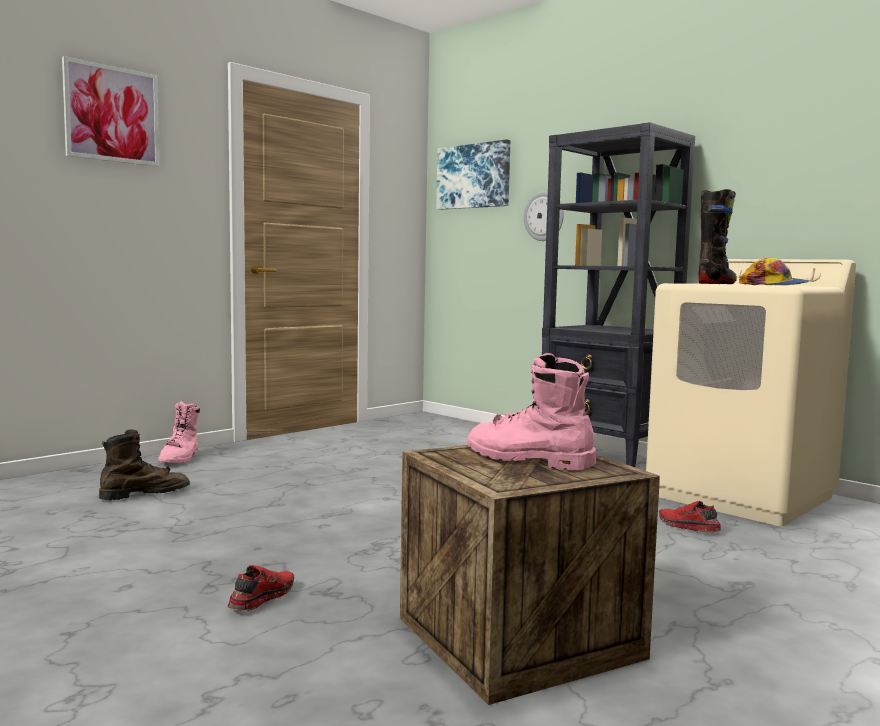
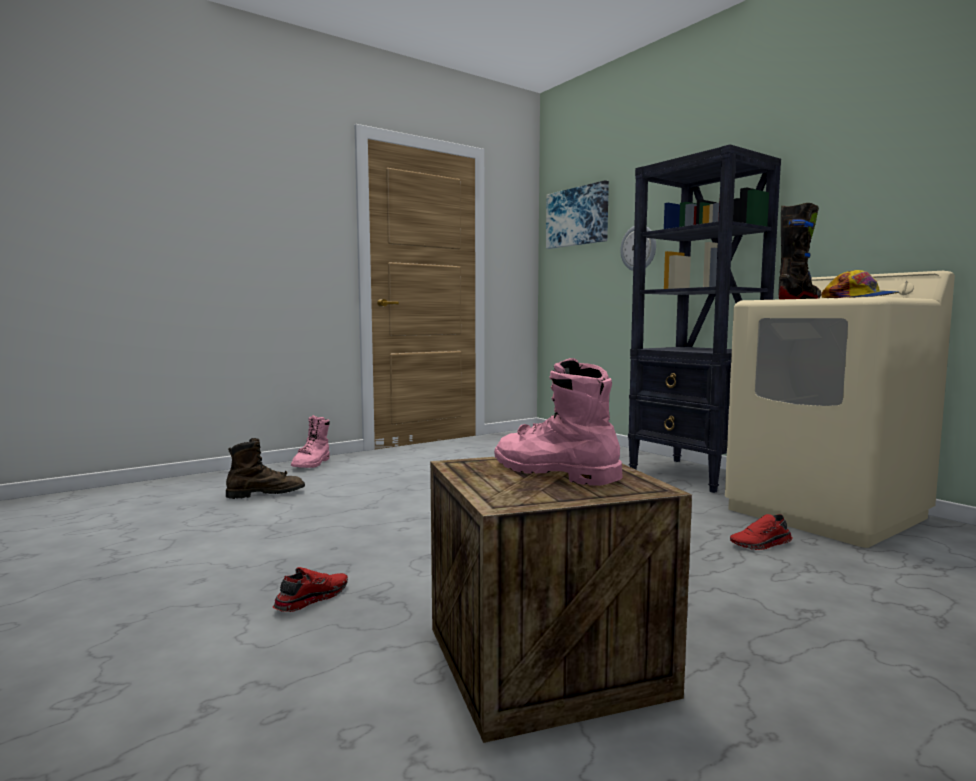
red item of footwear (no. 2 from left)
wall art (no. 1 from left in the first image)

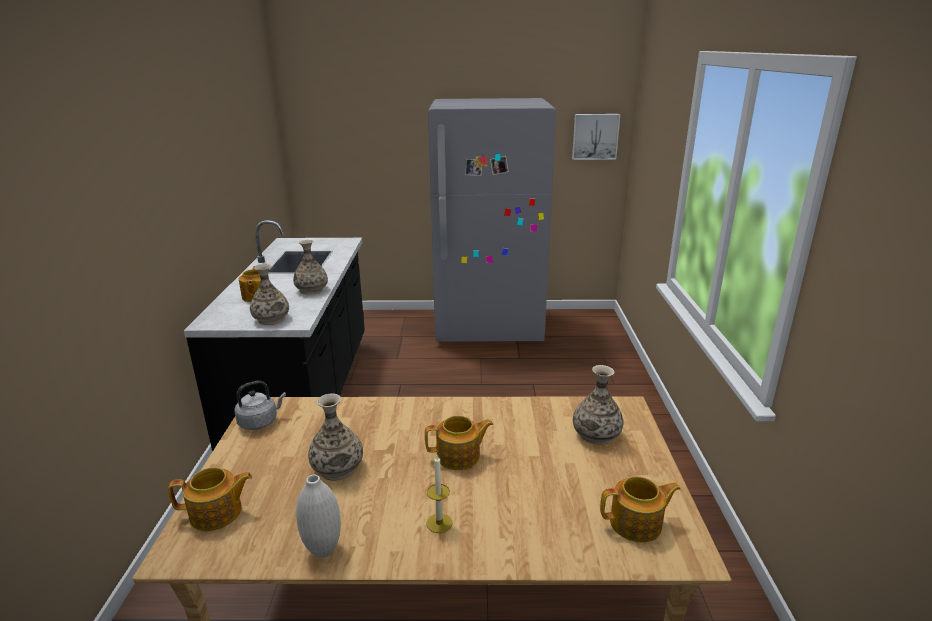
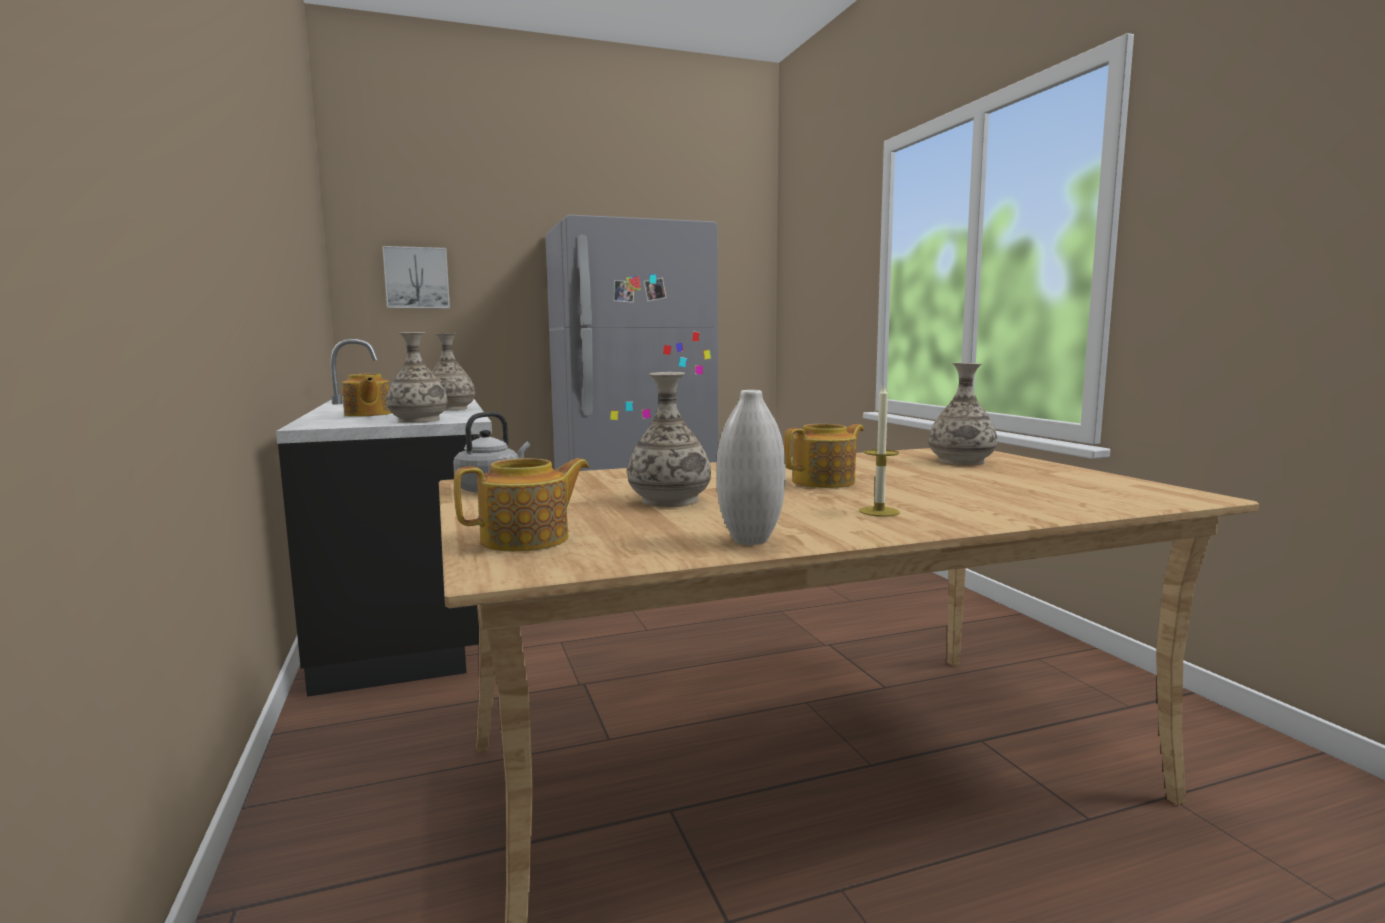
wall art
pot for tea (no. 4 from left in the first image)

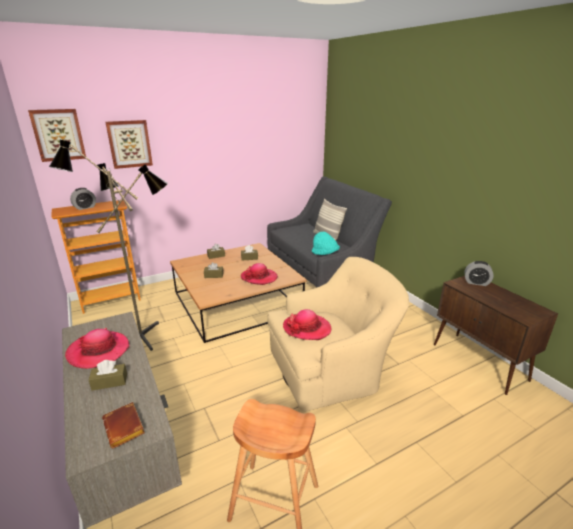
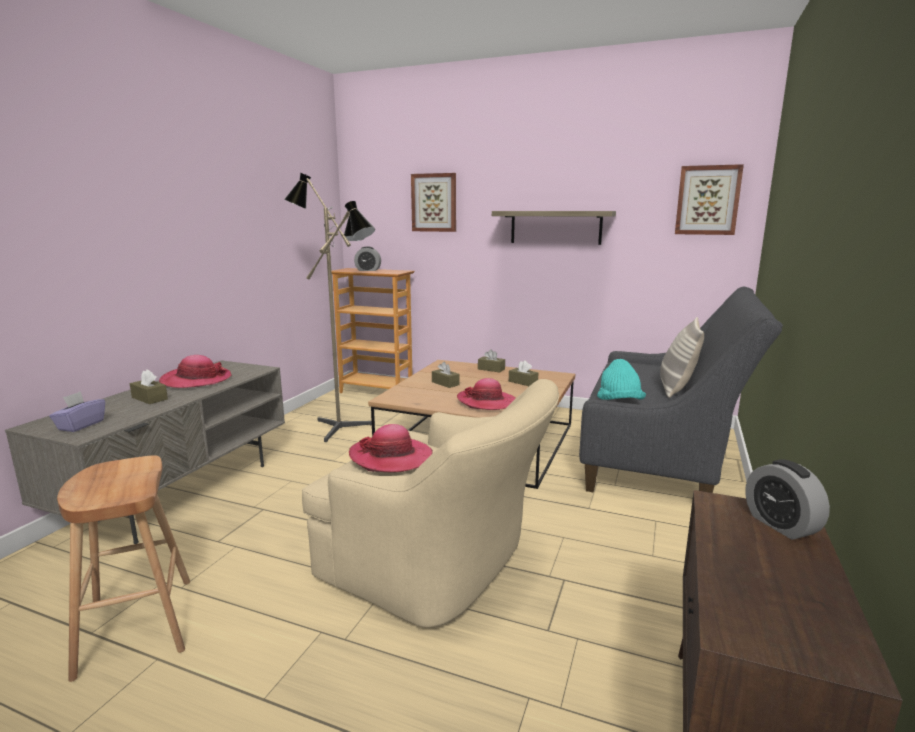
purple-coloured tissue holder
wall shelf
wall art (no. 2 from left)

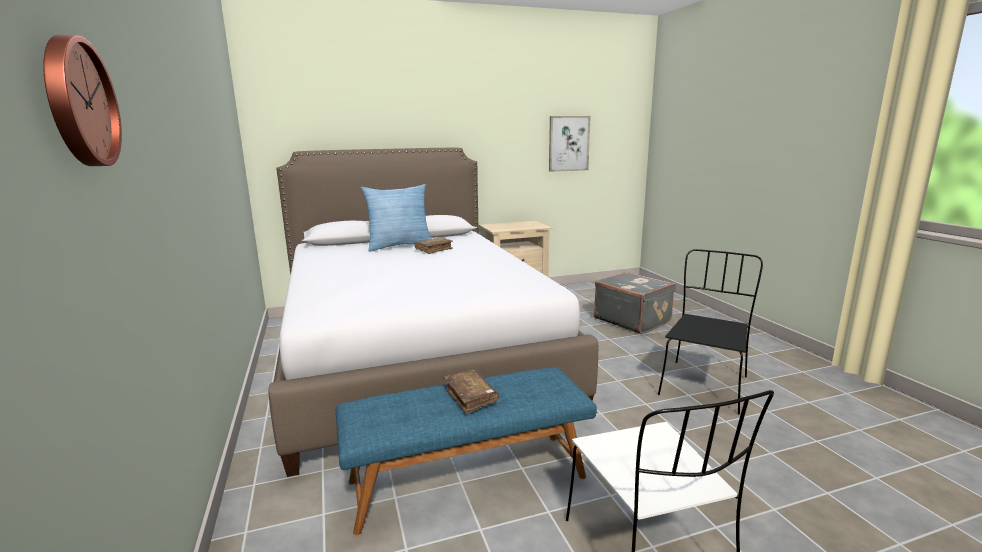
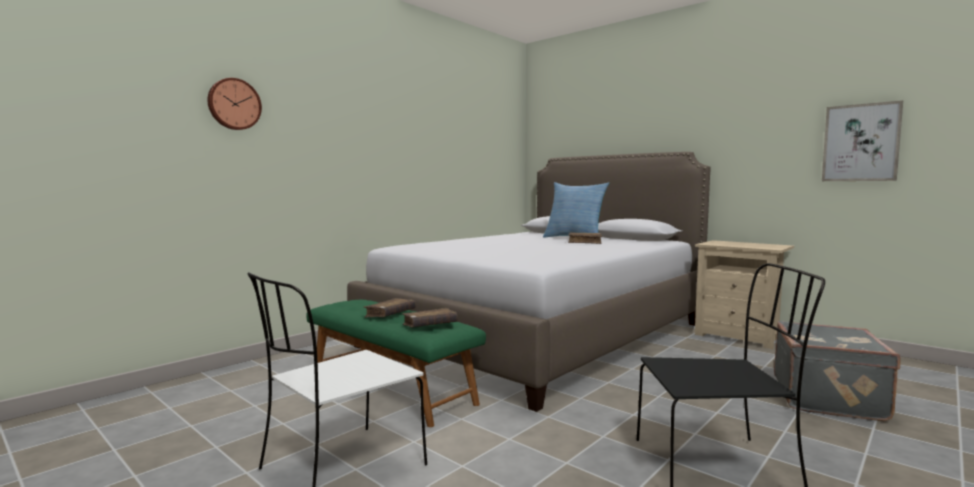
green-coloured long seat
brownish book (no. 2 from left)

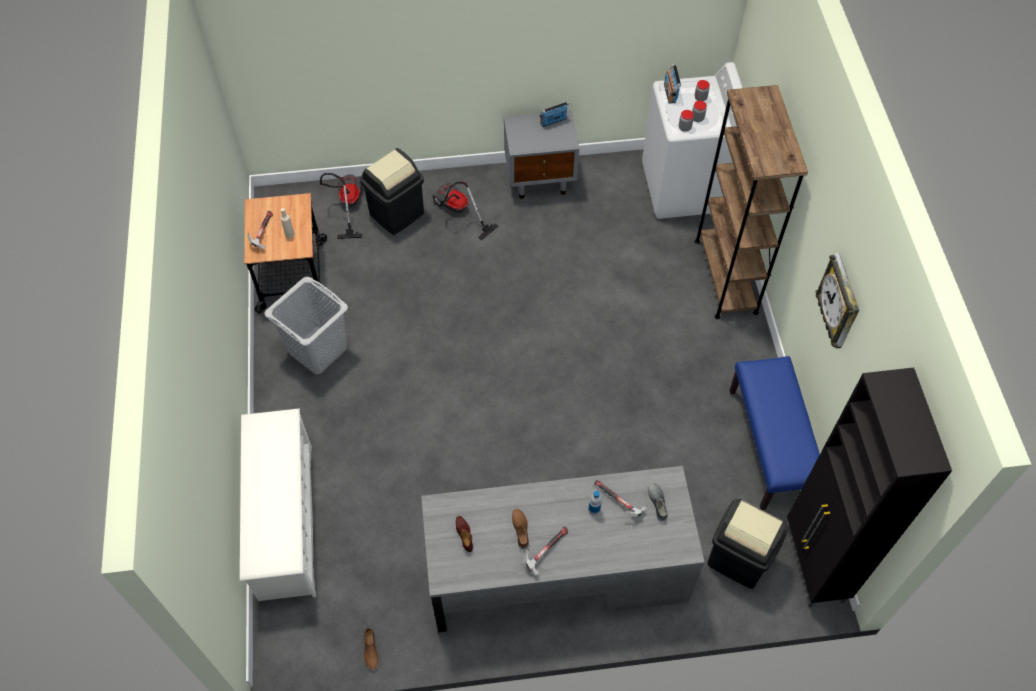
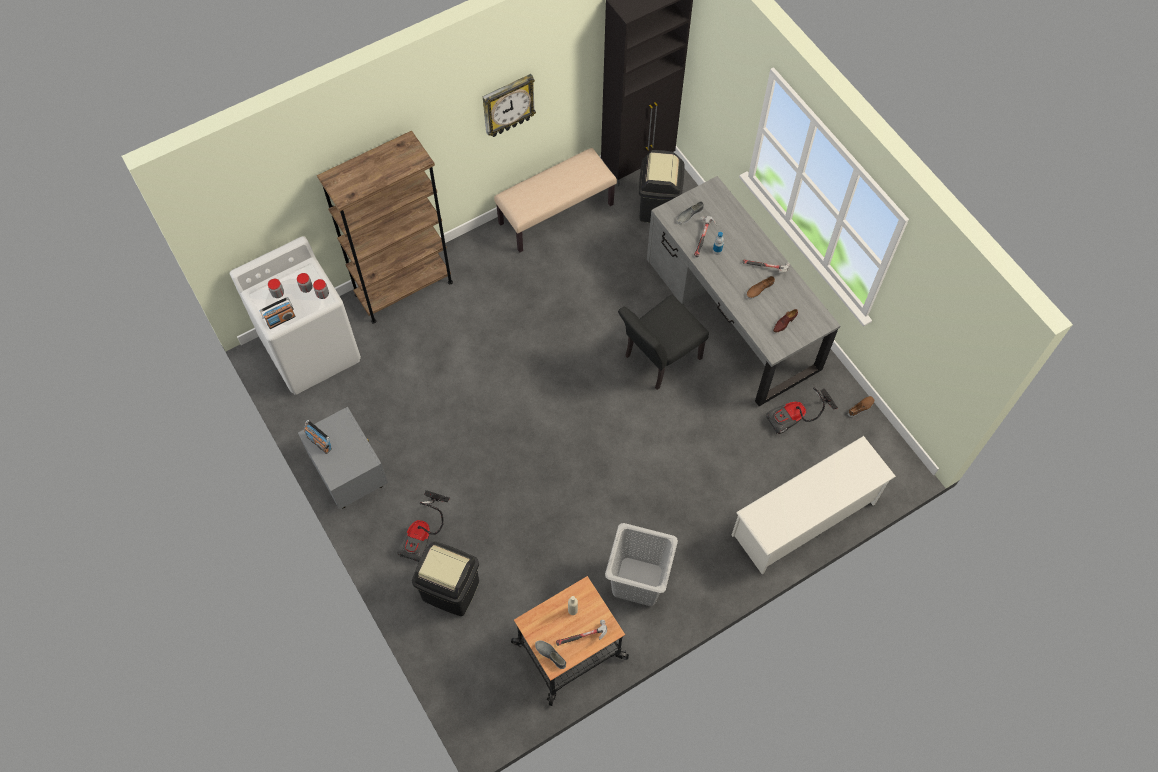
beige-coloured long seat
greyish item of footwear (no. 1 from left)
black upright chair
vacuum cleaner (no. 2 from left)

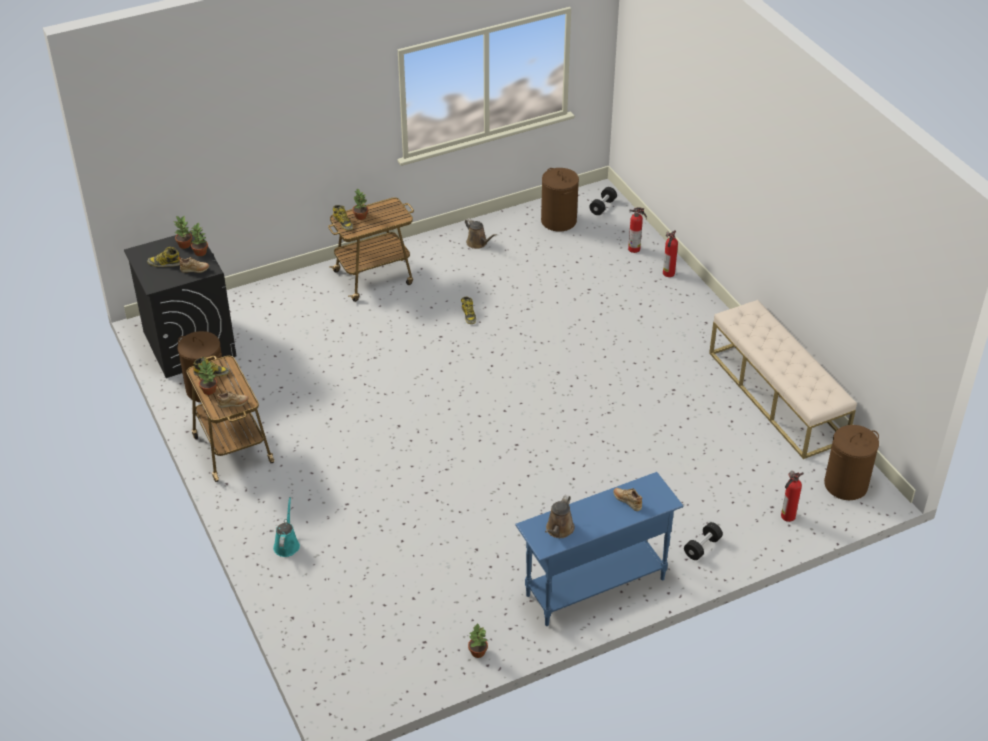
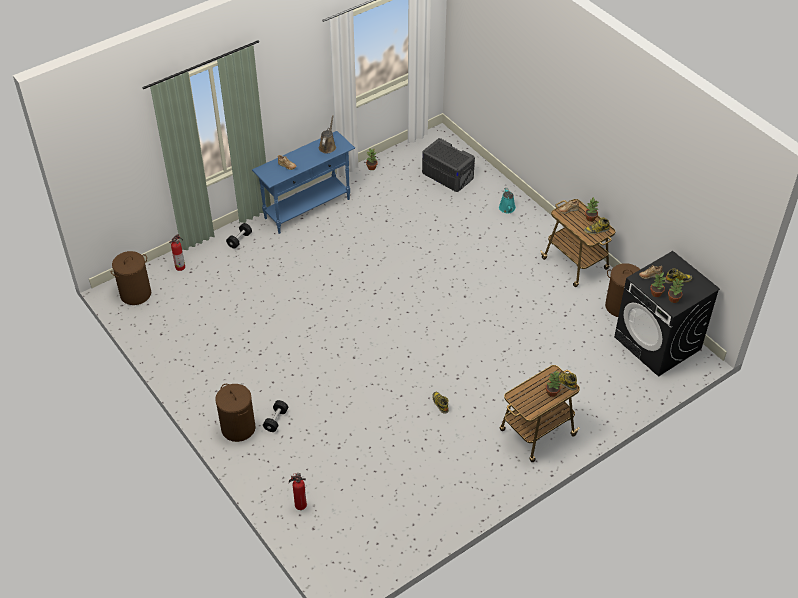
brownish hamper (no. 2 from left)
black hand weight (no. 2 from left)
greyish storage container
brownish sprinkling can (no. 1 from left in the first image)
extinguisher (no. 2 from left in the first image)
beige-coloured long seat

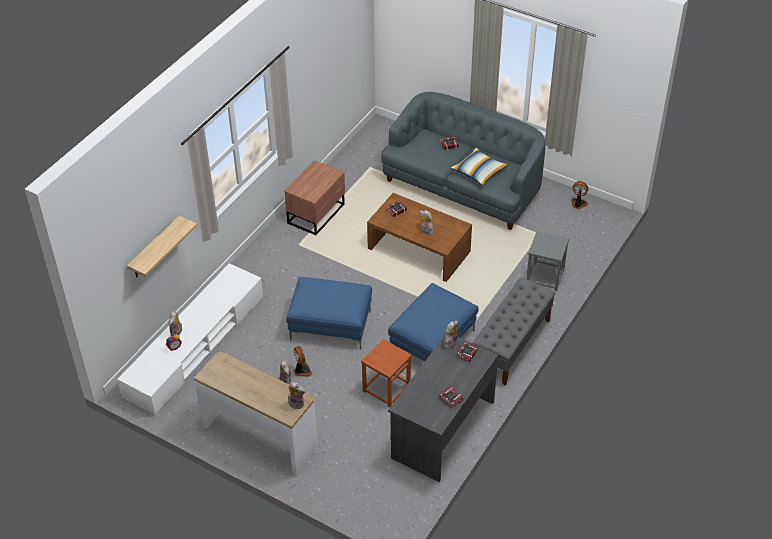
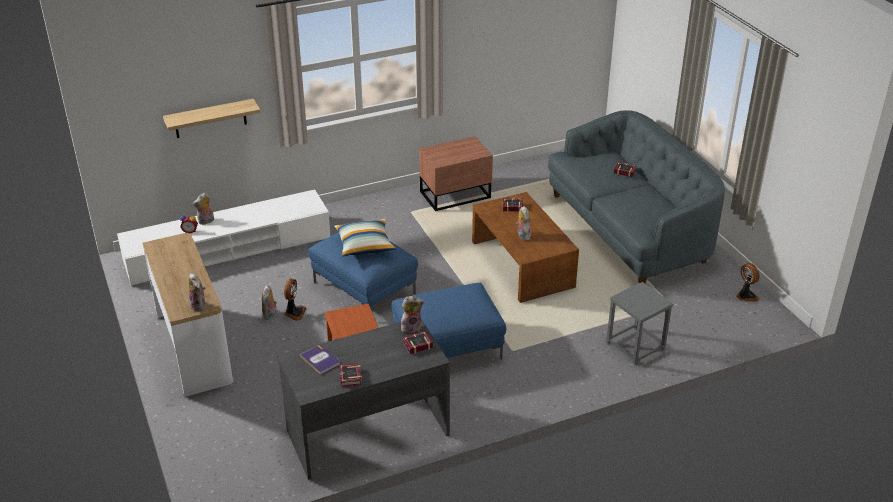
book (no. 1 from left)
throw pillow
greyish long seat

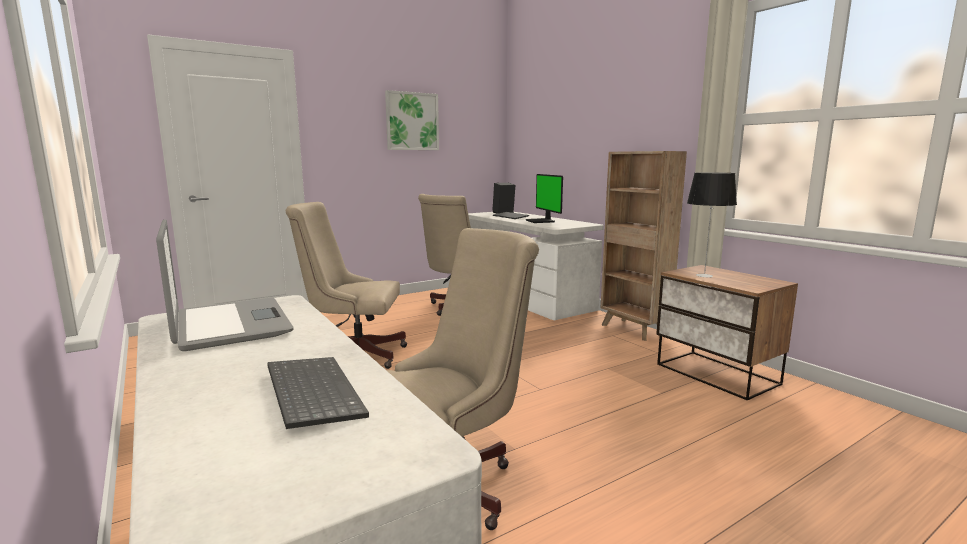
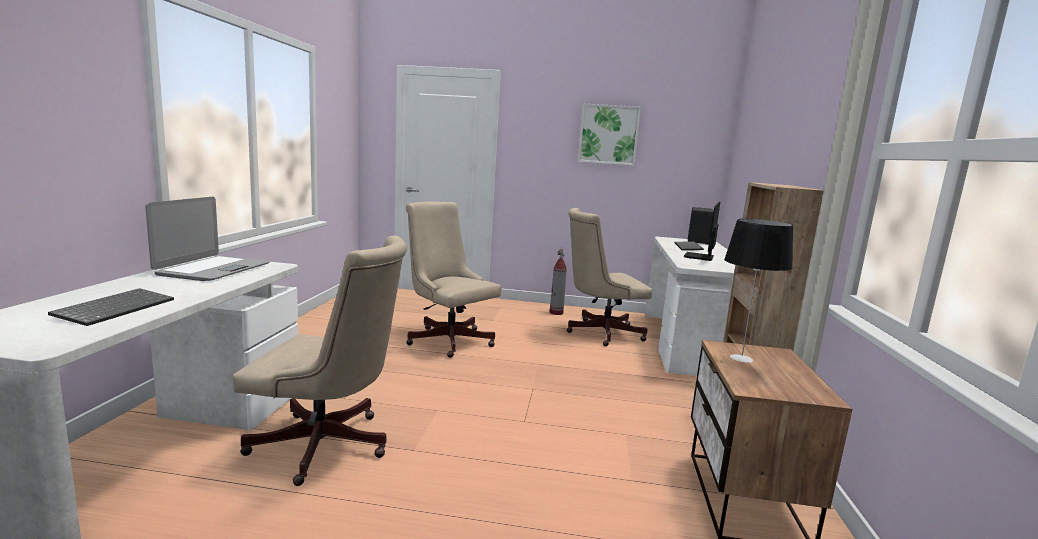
extinguisher

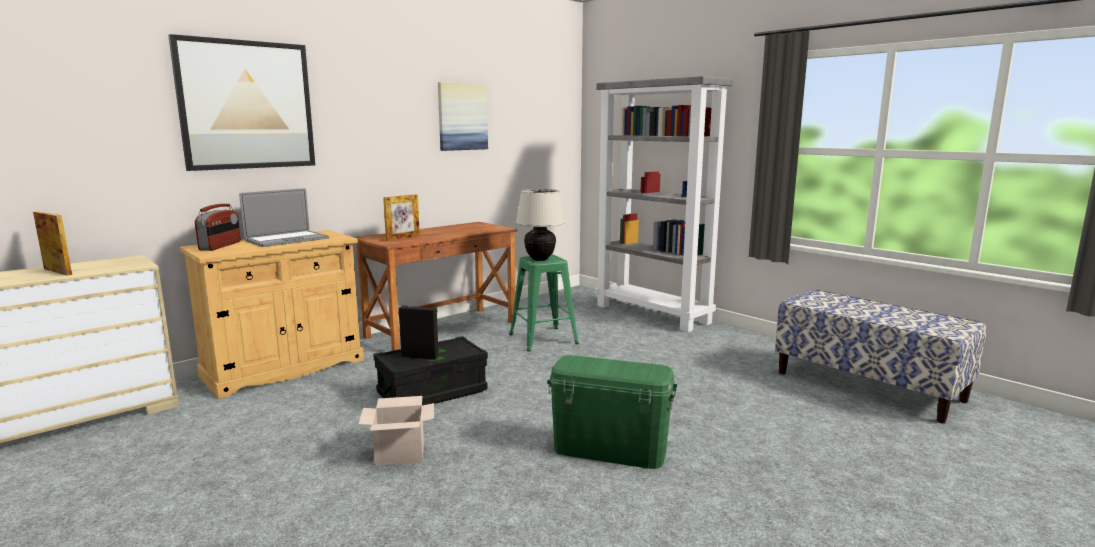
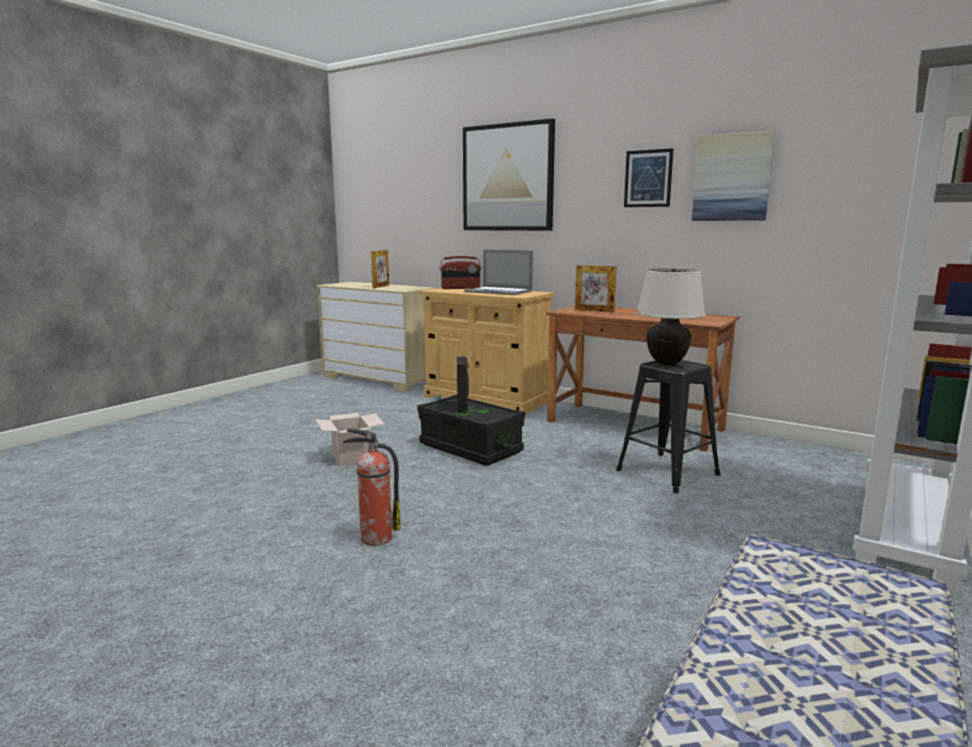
extinguisher
black sitting stool
wall art (no. 2 from left)

